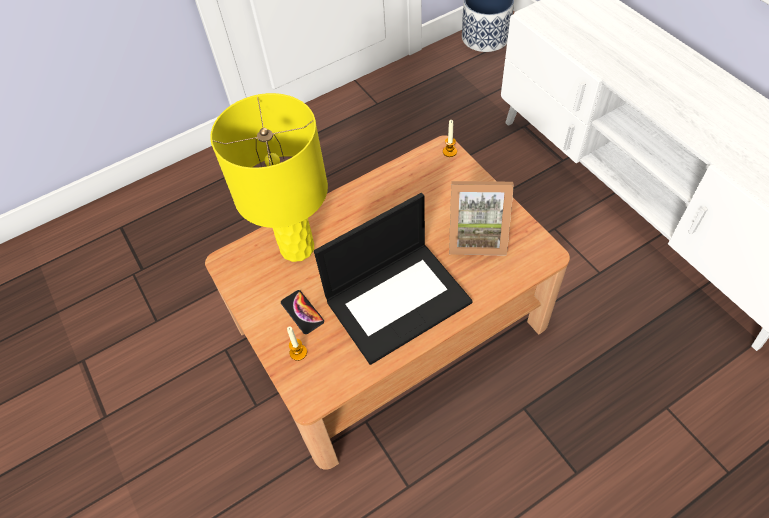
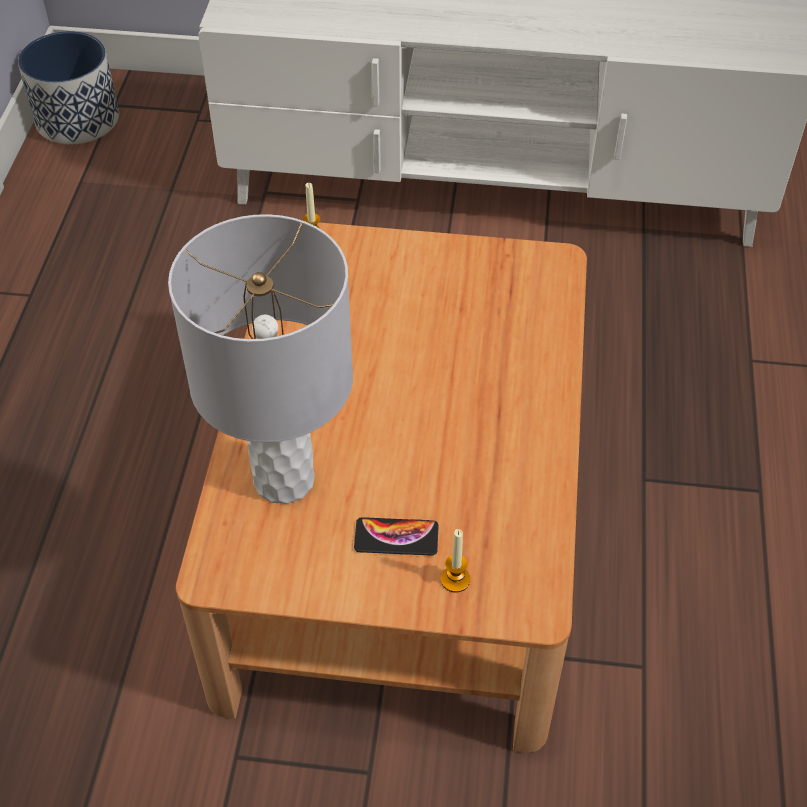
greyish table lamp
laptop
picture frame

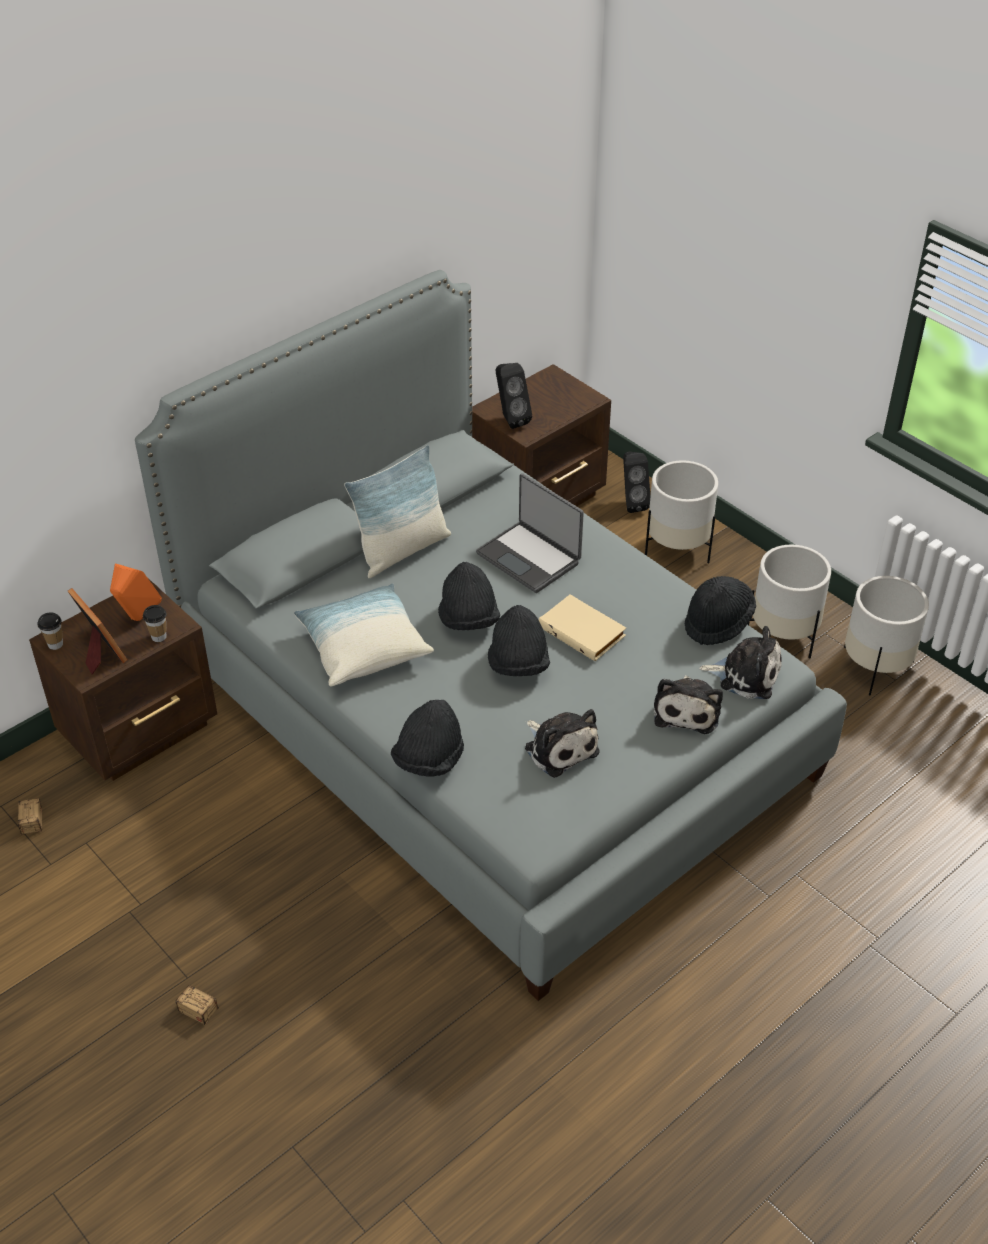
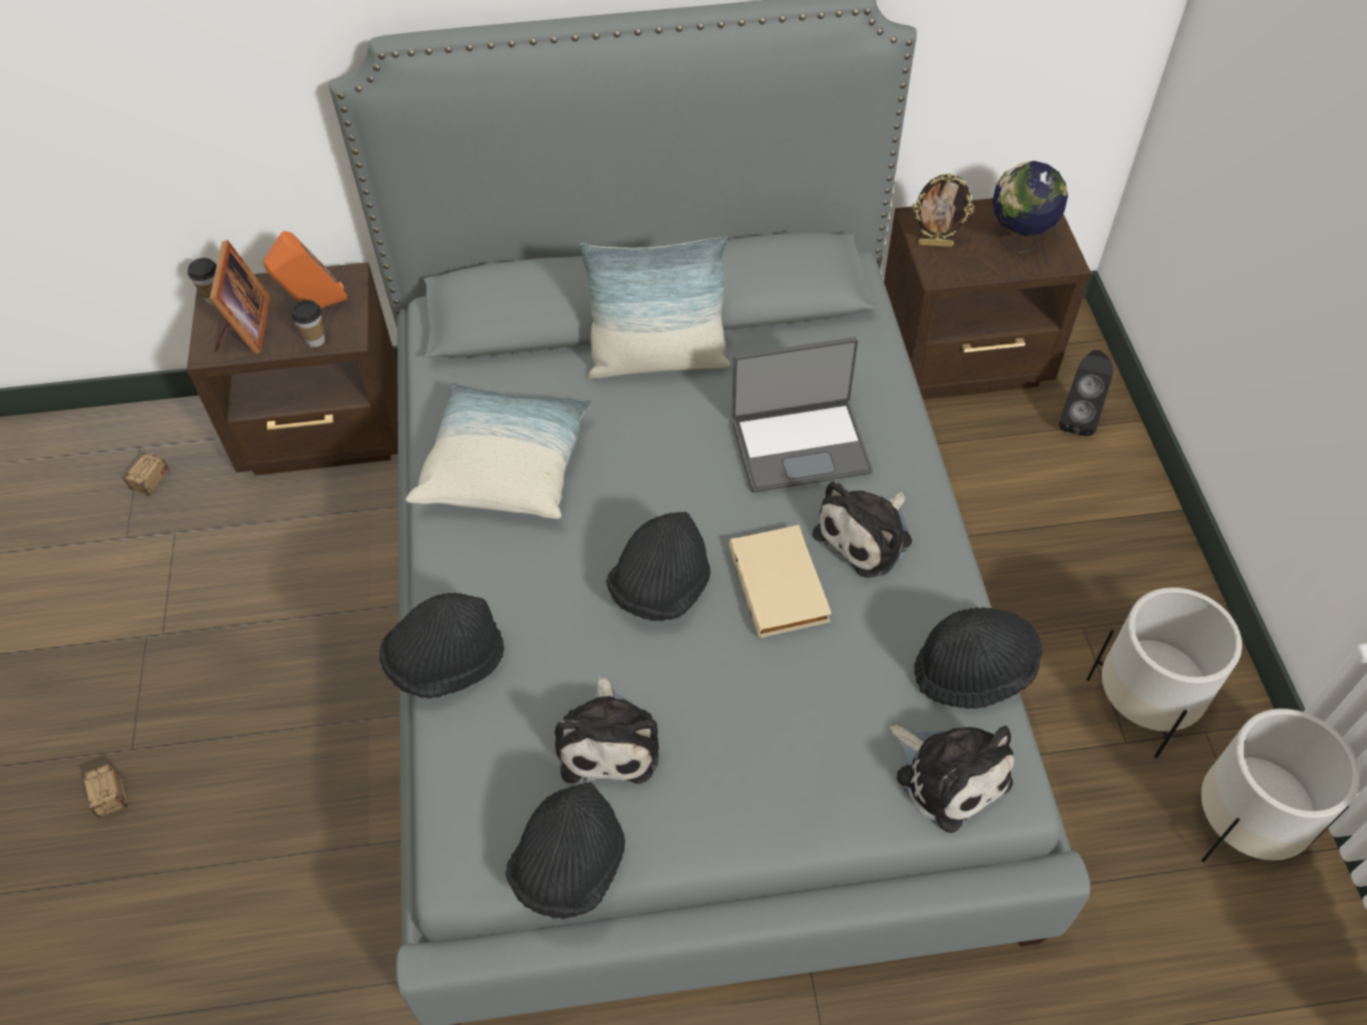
black wearable hat (no. 2 from left)
laptop
cuddly toy (no. 2 from left)
picture frame (no. 2 from left)
globe
white-coloured plant pot (no. 1 from left in the first image)

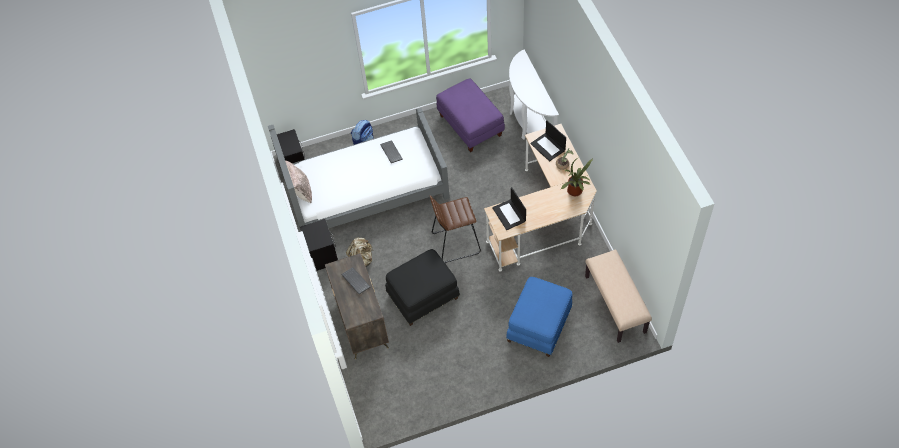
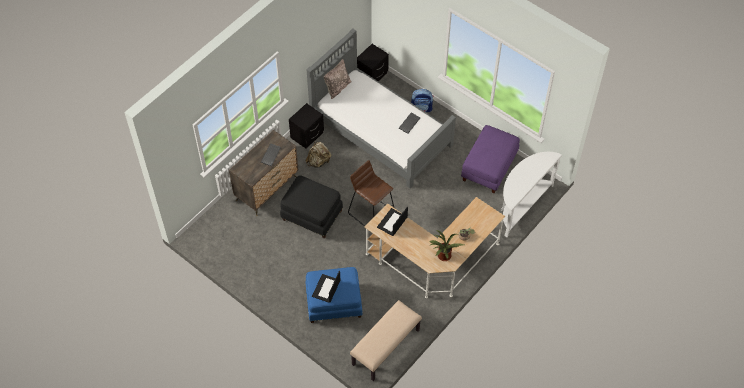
laptop (no. 1 from left)

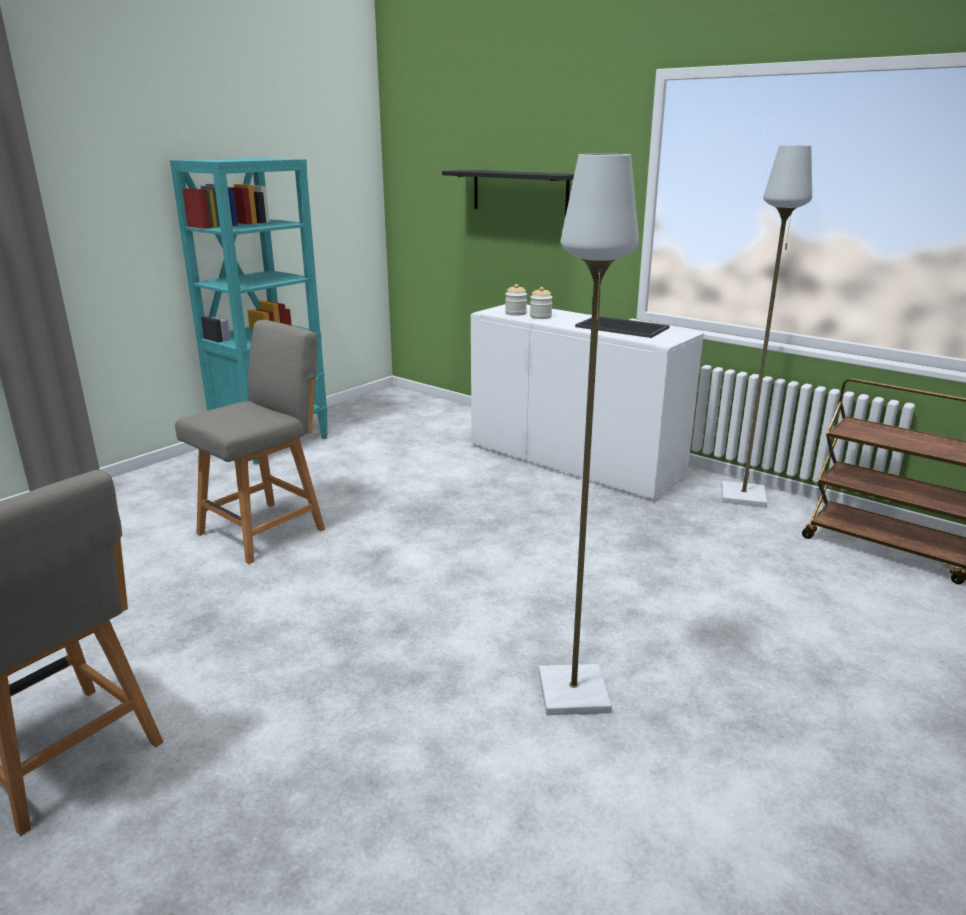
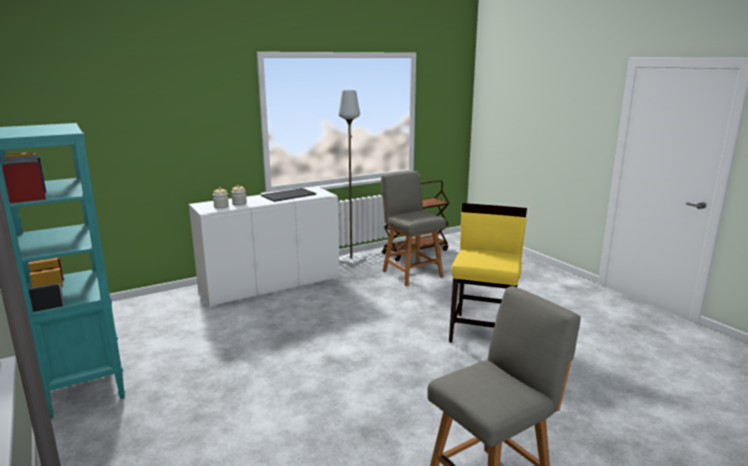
greyish upright chair (no. 1 from left)
yellow upright chair
black wall shelf

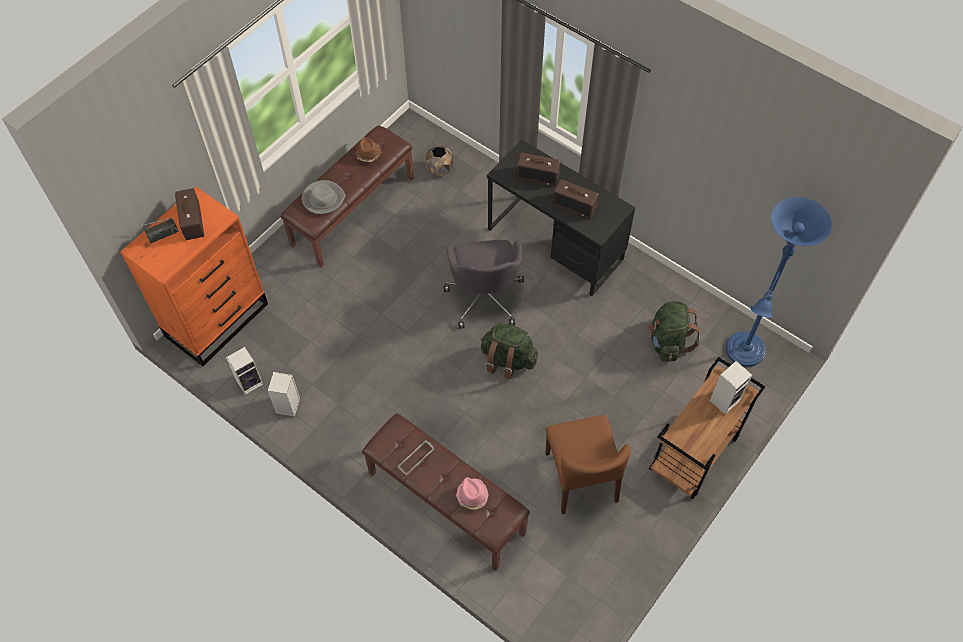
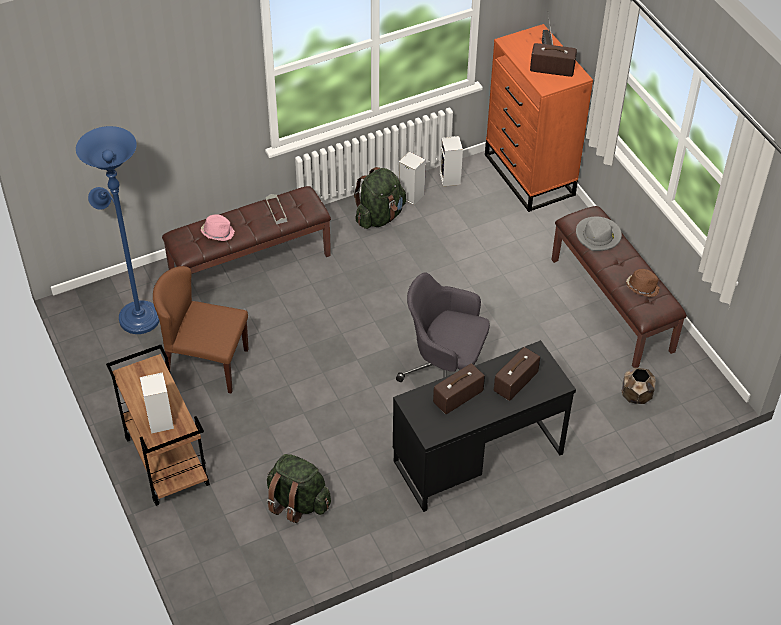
blue floor lamp
green-coloured backpack (no. 2 from left)

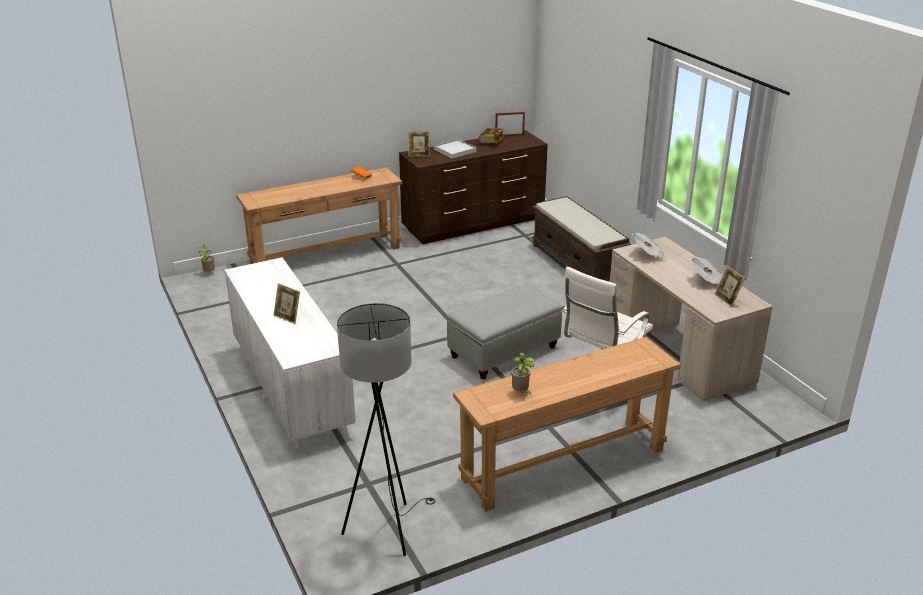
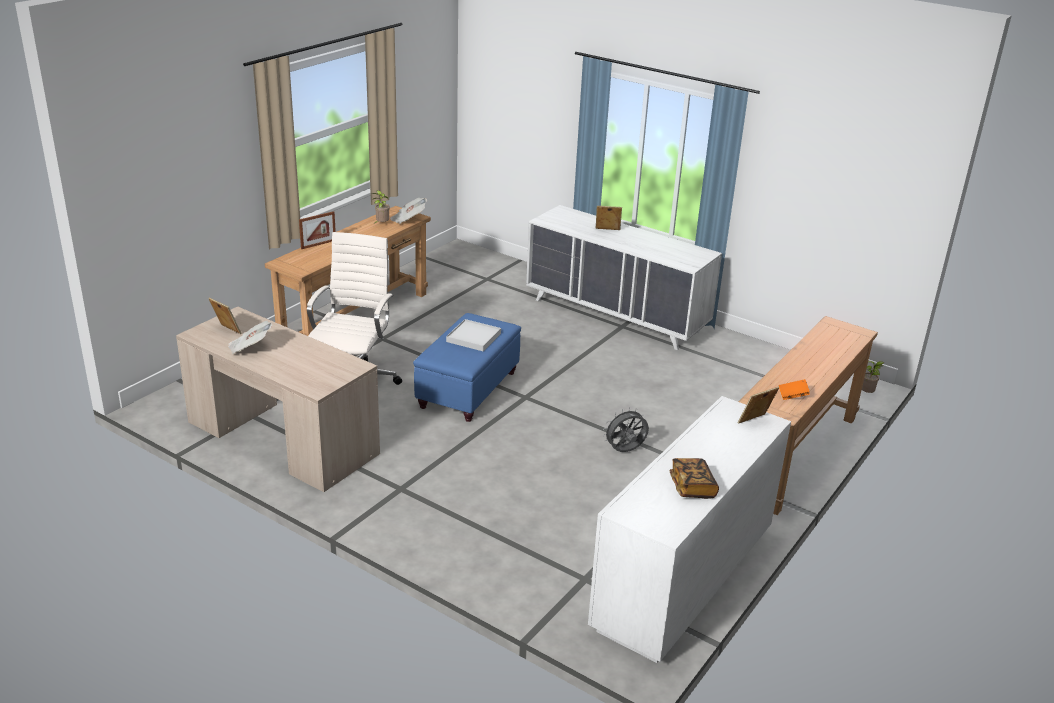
picture frame (no. 2 from left)
daily paper (no. 2 from left)
blue footrest
white-coloured serving tray
white-coloured dresser (no. 2 from left)
greyish cooling fan
greyish floor lamp
brownish long seat

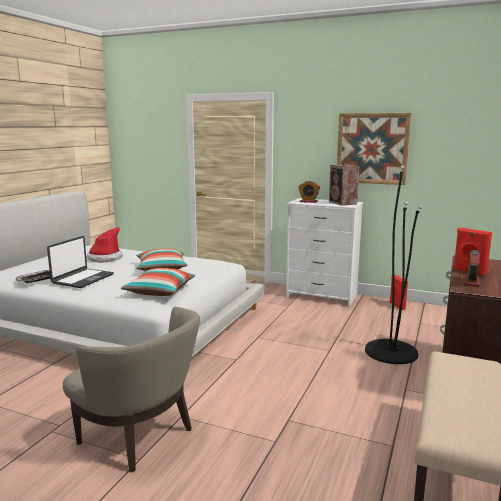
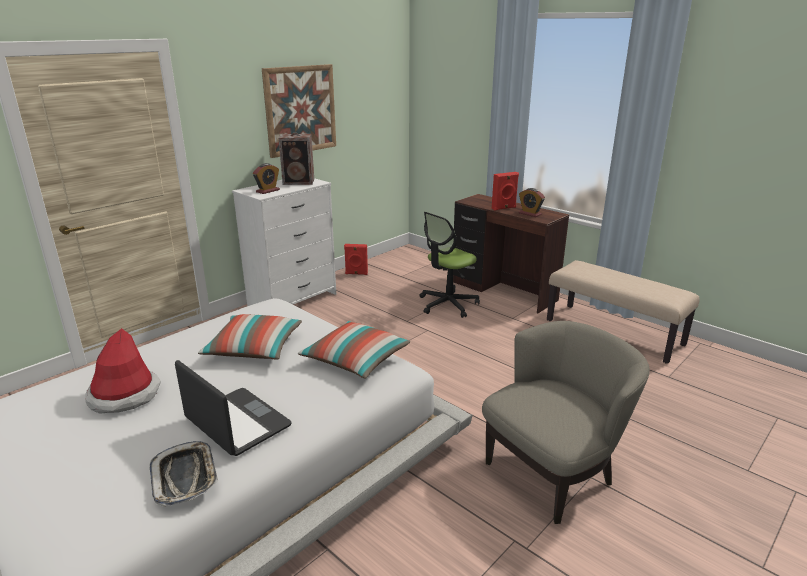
computer chair

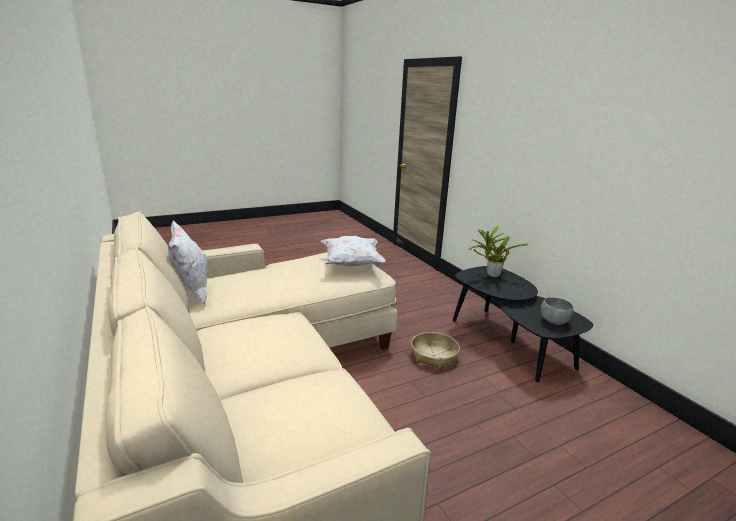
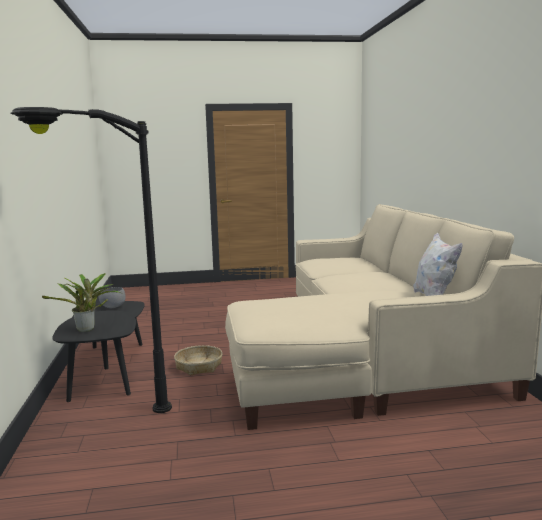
black floor lamp
white-coloured throw pillow (no. 2 from left in the first image)

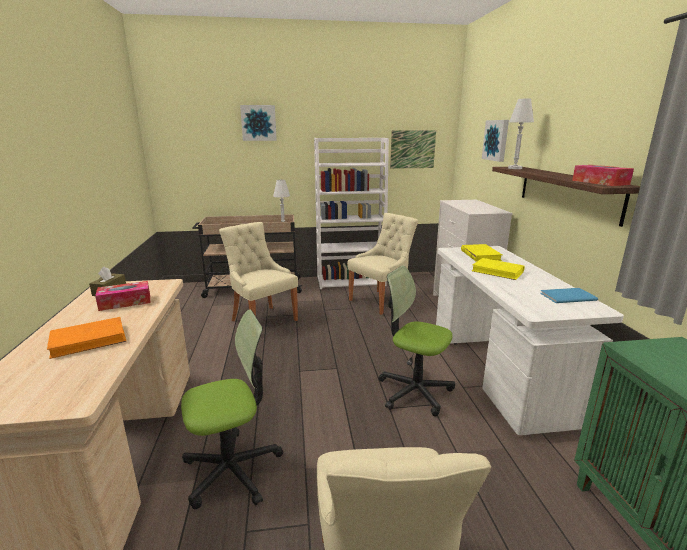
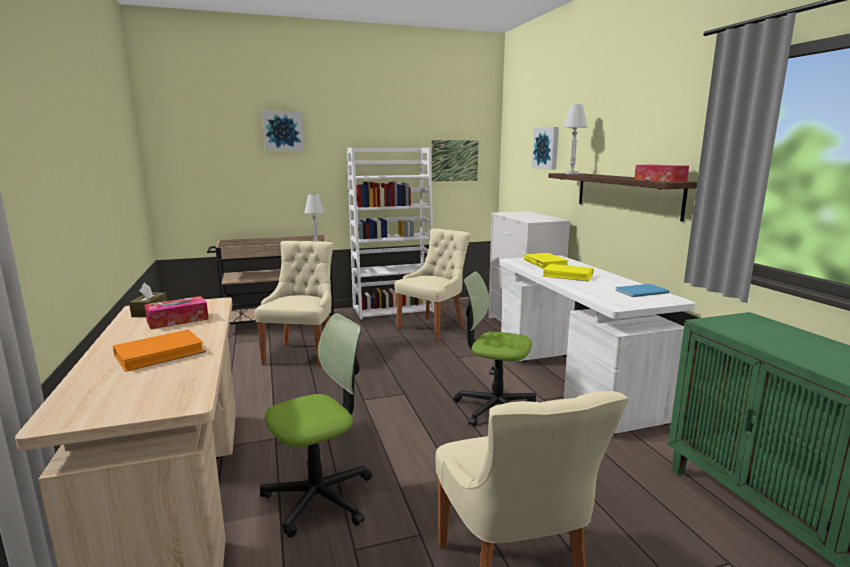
beige-coloured upright chair (no. 1 from left)

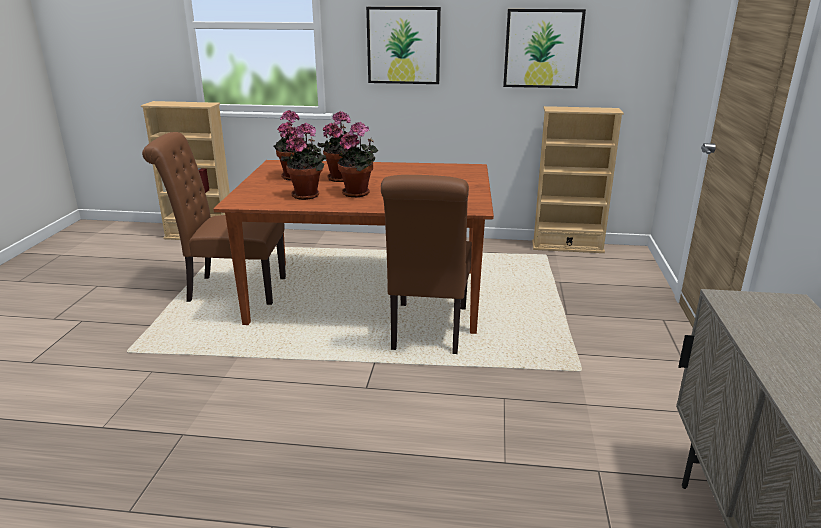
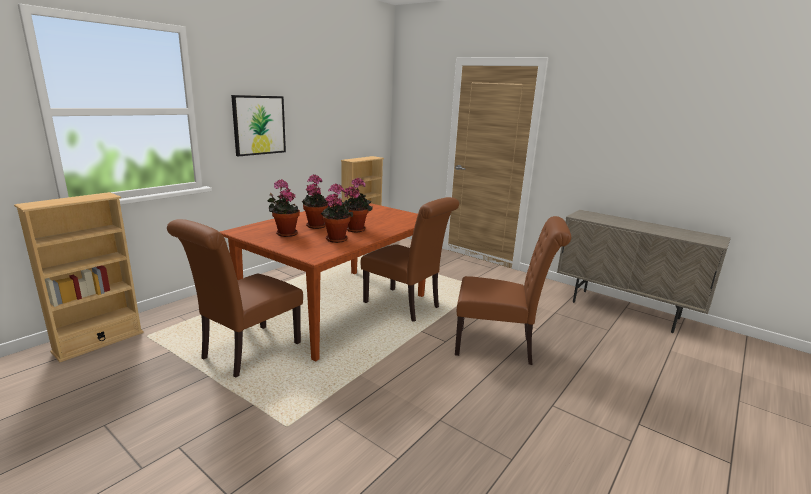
brownish upright chair (no. 3 from left)
wall art (no. 2 from left in the first image)

